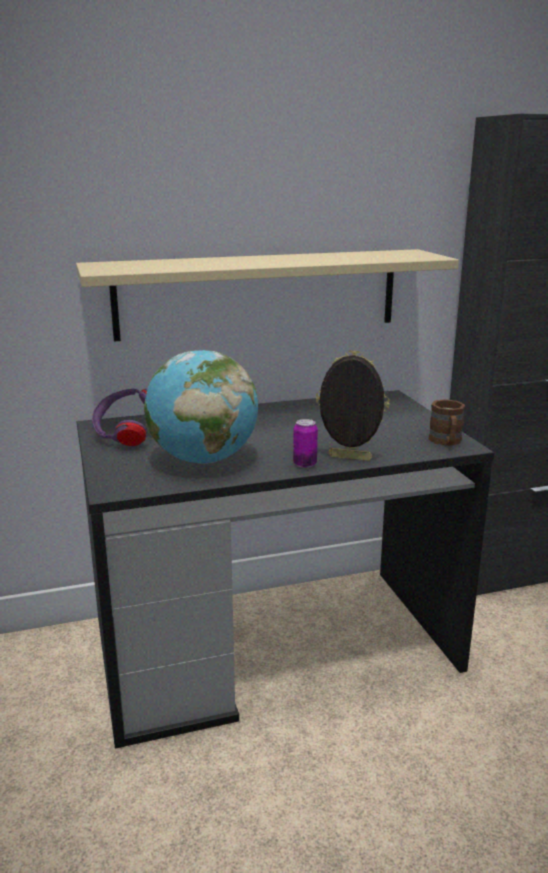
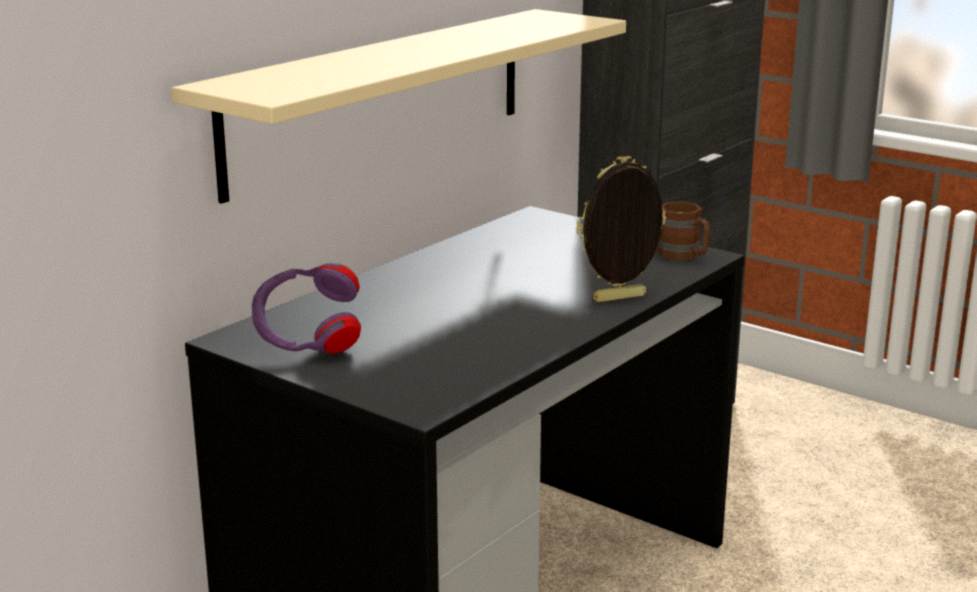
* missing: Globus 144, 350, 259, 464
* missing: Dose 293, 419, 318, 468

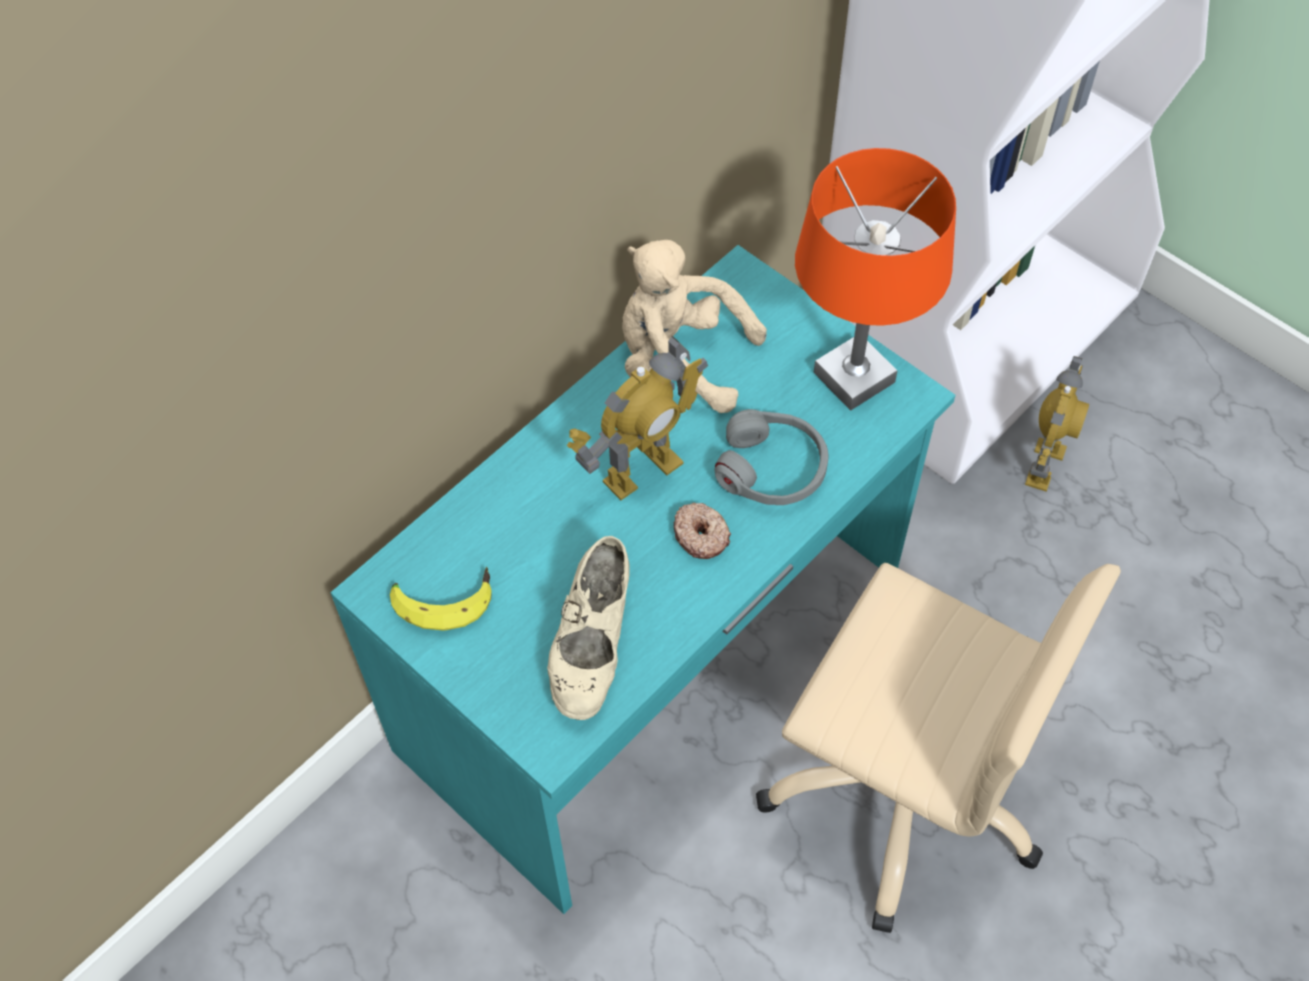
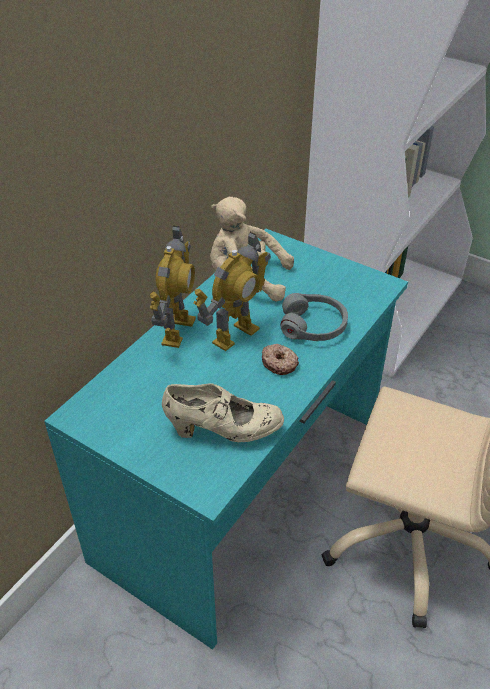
* relocated: Spielzeugroboter 1025, 356, 1089, 492 to 150, 225, 196, 348
* spun: Schuh (beige) 547, 536, 630, 720 = 162, 383, 284, 442 90 degrees counterclockwise
* missing: Banane 390, 567, 492, 631
* missing: Tischlampe (orange) 795, 148, 956, 411

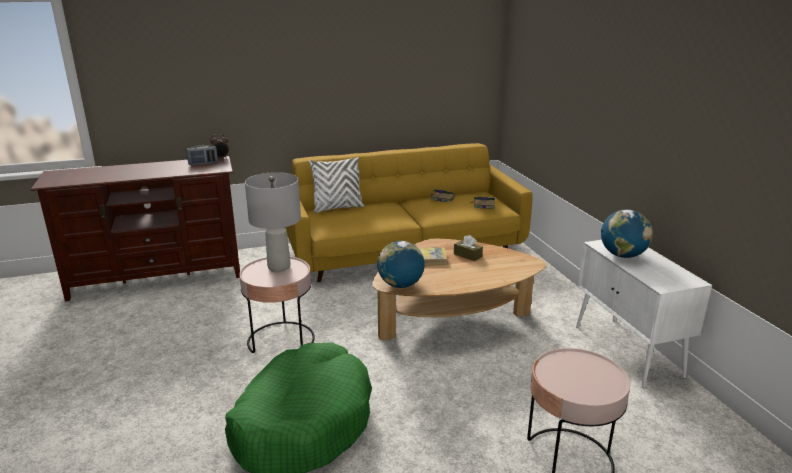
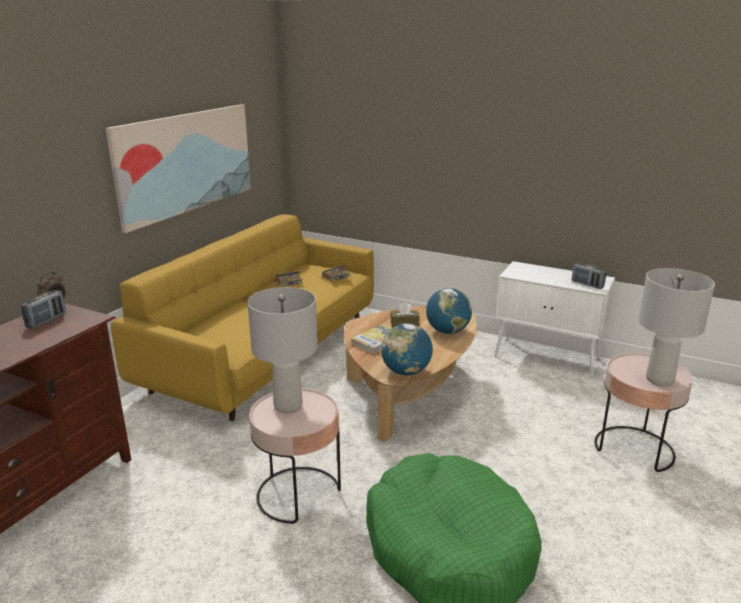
* appeared: Bild 106, 104, 251, 233
* relocated: Globus 601, 210, 653, 258 to 426, 288, 472, 334
* appeared: Radio 572, 263, 606, 289
* appeared: Tischlampe (grau) 638, 268, 715, 386
* missing: Kissen (weiß) 309, 157, 364, 213

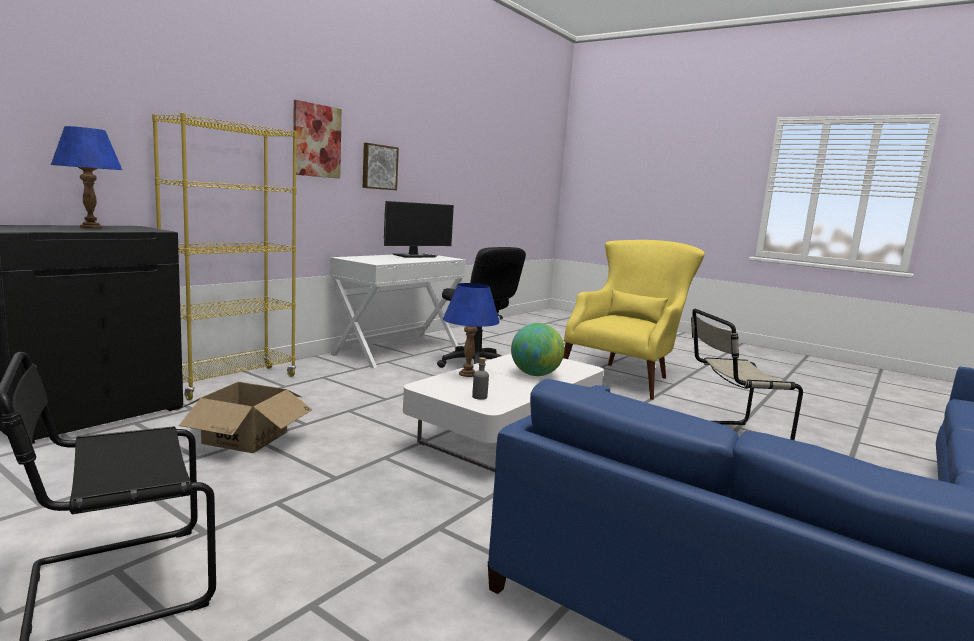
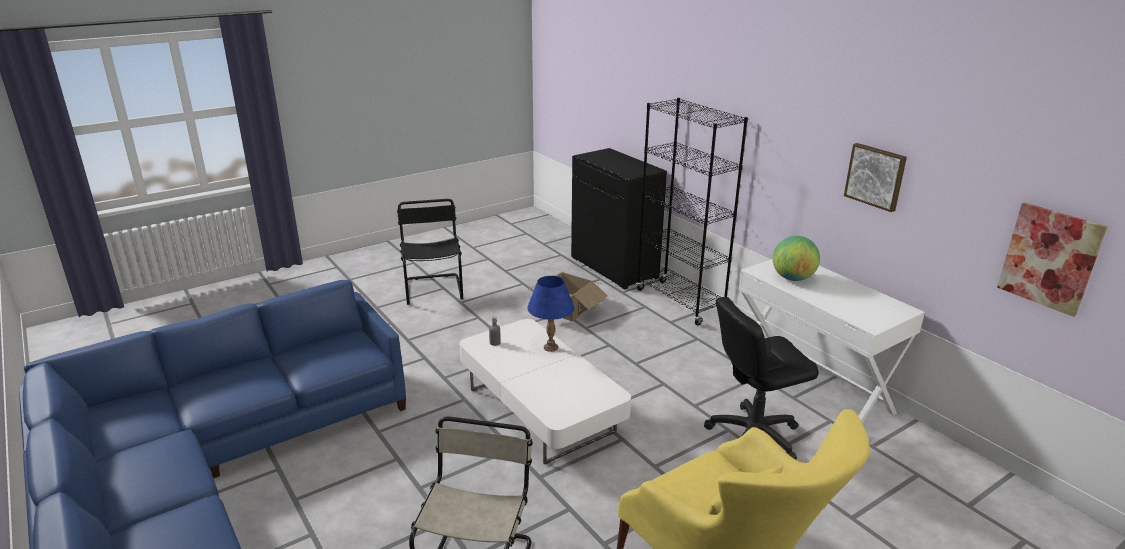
* colour: Bücherregal (gelb) 152, 113, 297, 400 to Bücherregal (schwarz) 636, 98, 748, 325
* relocated: Globus 511, 323, 564, 376 to 773, 236, 820, 281
* relocated: Bild 294, 100, 342, 179 to 997, 202, 1107, 317
* missing: Tischlampe (blau) 51, 126, 122, 228
* missing: Monitor 384, 201, 454, 258

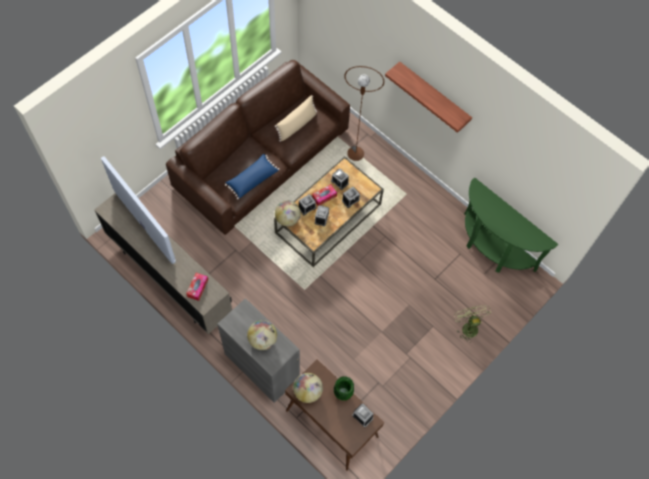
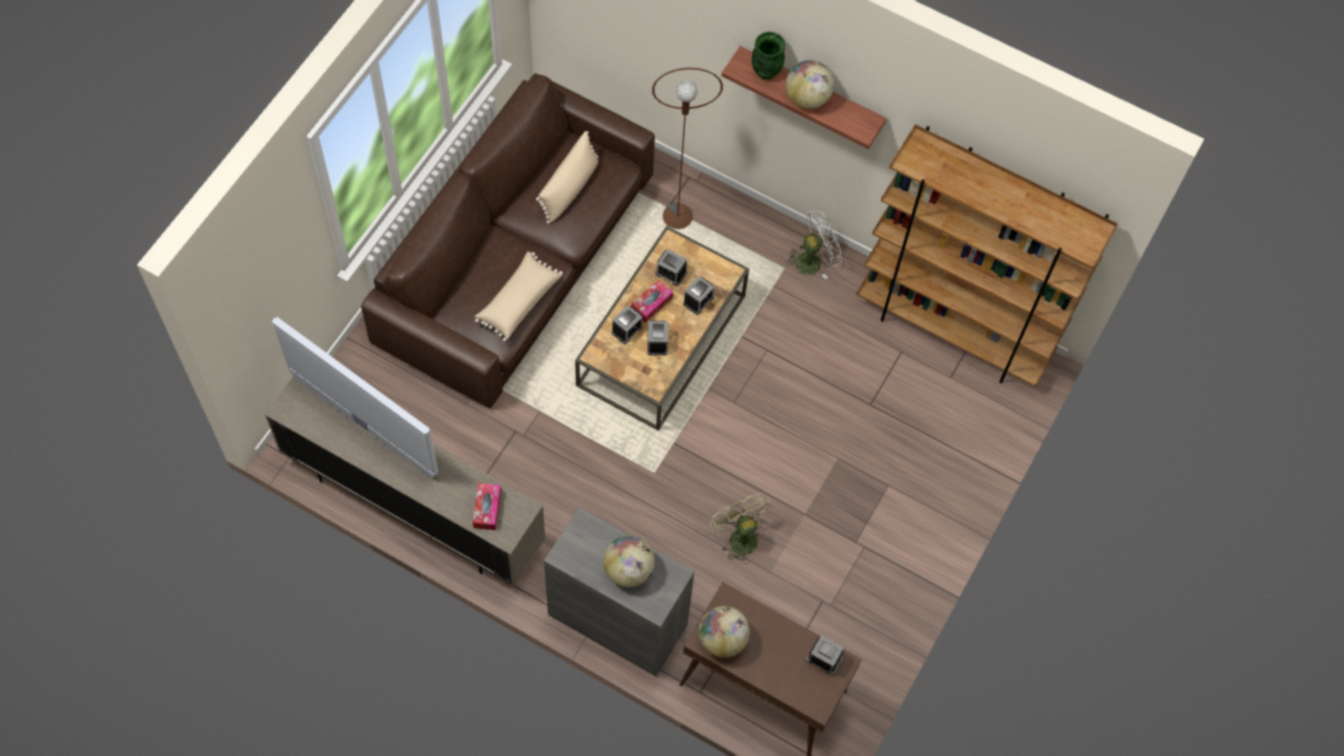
* colour: Kissen (blau) 225, 154, 280, 199 to Kissen (beige) 475, 252, 563, 342
* relocated: Ventilator (grün) 454, 305, 491, 343 to 710, 493, 771, 564
* relocated: Vase (grün) 334, 376, 354, 401 to 752, 32, 785, 80
* relocated: Globus 275, 201, 301, 226 to 785, 60, 834, 109
* appeared: Ventilator (weiß) 786, 210, 842, 279
* exchanged: Konsolentisch (grün) 464, 177, 558, 273 to Bücherregal (braun) 856, 124, 1118, 387

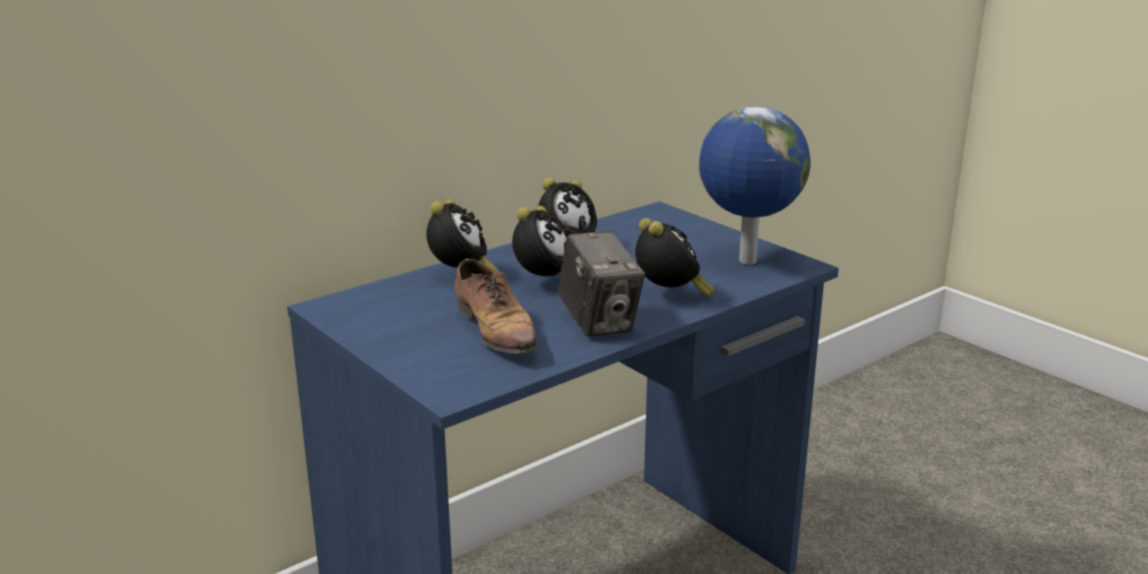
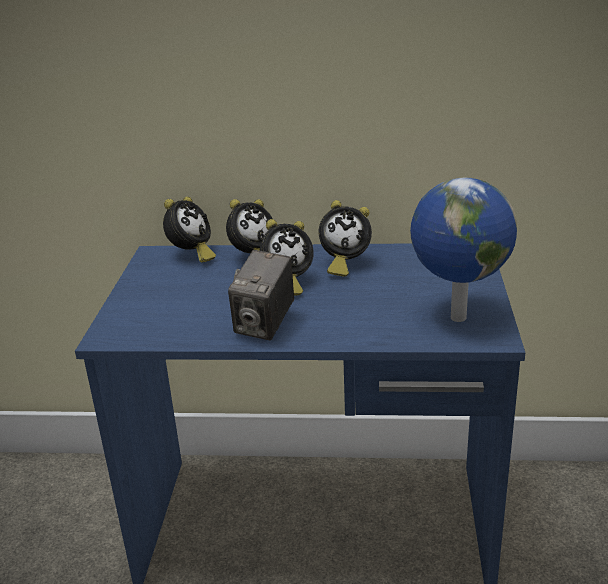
* relocated: Wecker 635, 218, 715, 296 to 163, 197, 216, 263
* missing: Schuh 455, 259, 538, 361

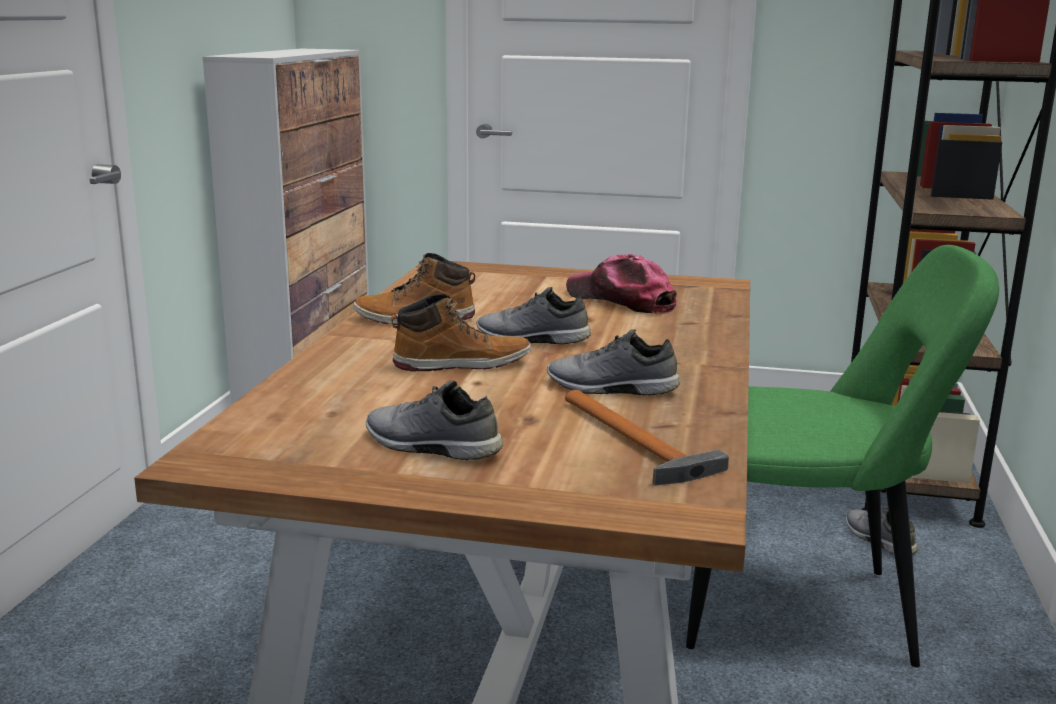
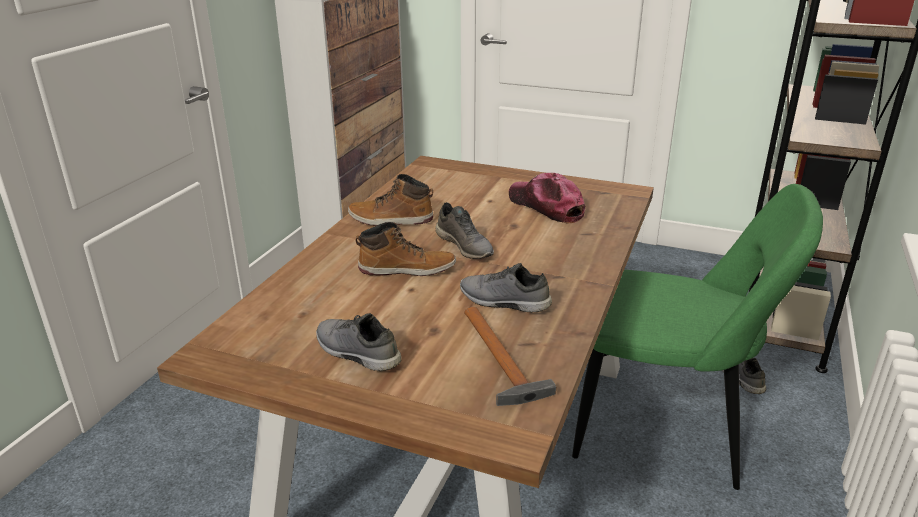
* spun: Schuh (grau) 477, 287, 591, 344 = 435, 202, 494, 259 150 degrees counterclockwise

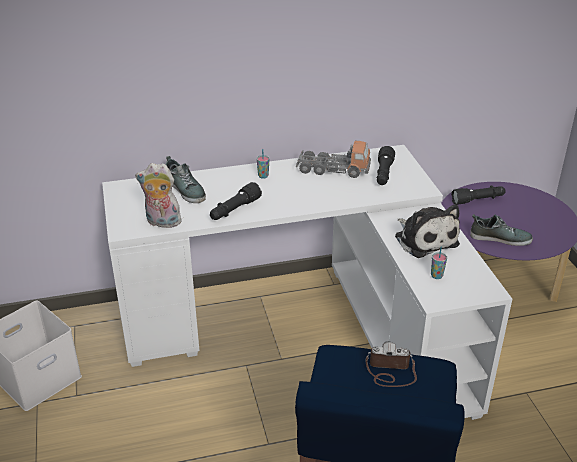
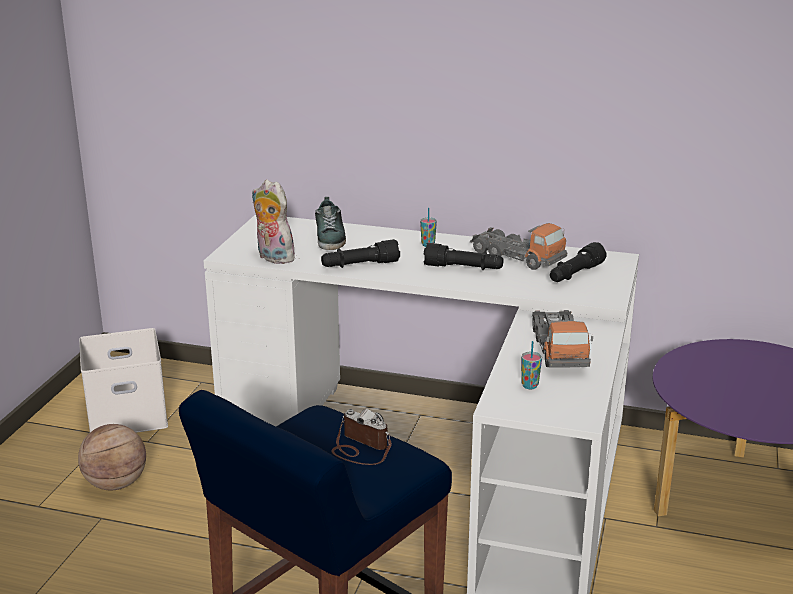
* appeared: Basketball 78, 424, 146, 490
* relocated: Taschenlampe (schwarz) 451, 186, 506, 205 to 423, 243, 503, 270
* exchanged: Plüschtier 395, 204, 460, 258 to Spielzeuglaster 532, 310, 593, 367
* missing: Schuh 470, 214, 533, 246

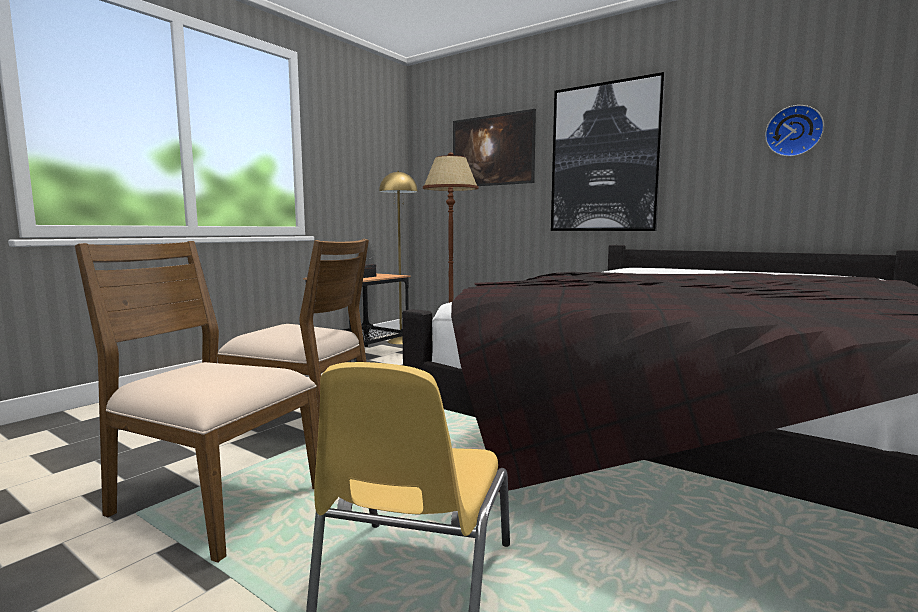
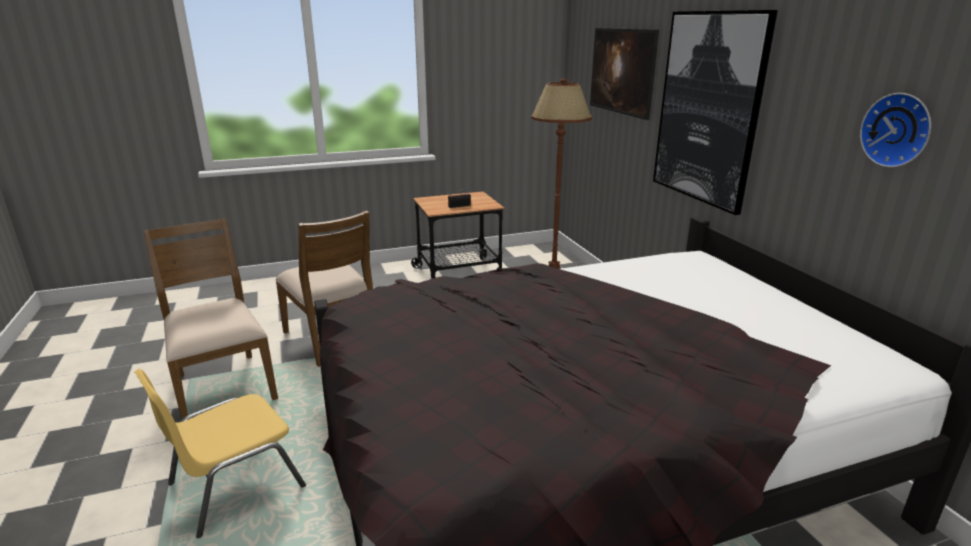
* missing: Stehlampe (gelb) 379, 171, 418, 344

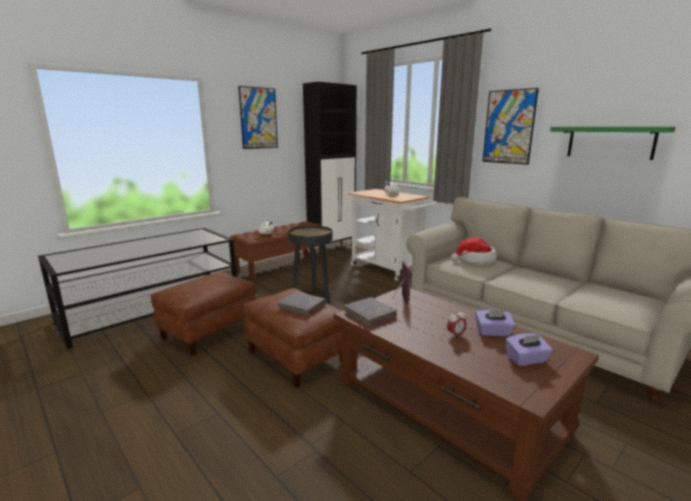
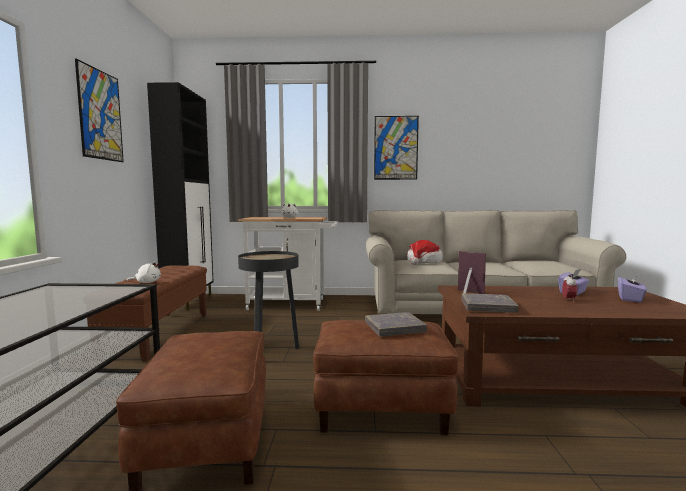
* missing: Wandregal (grün) 550, 127, 676, 160

